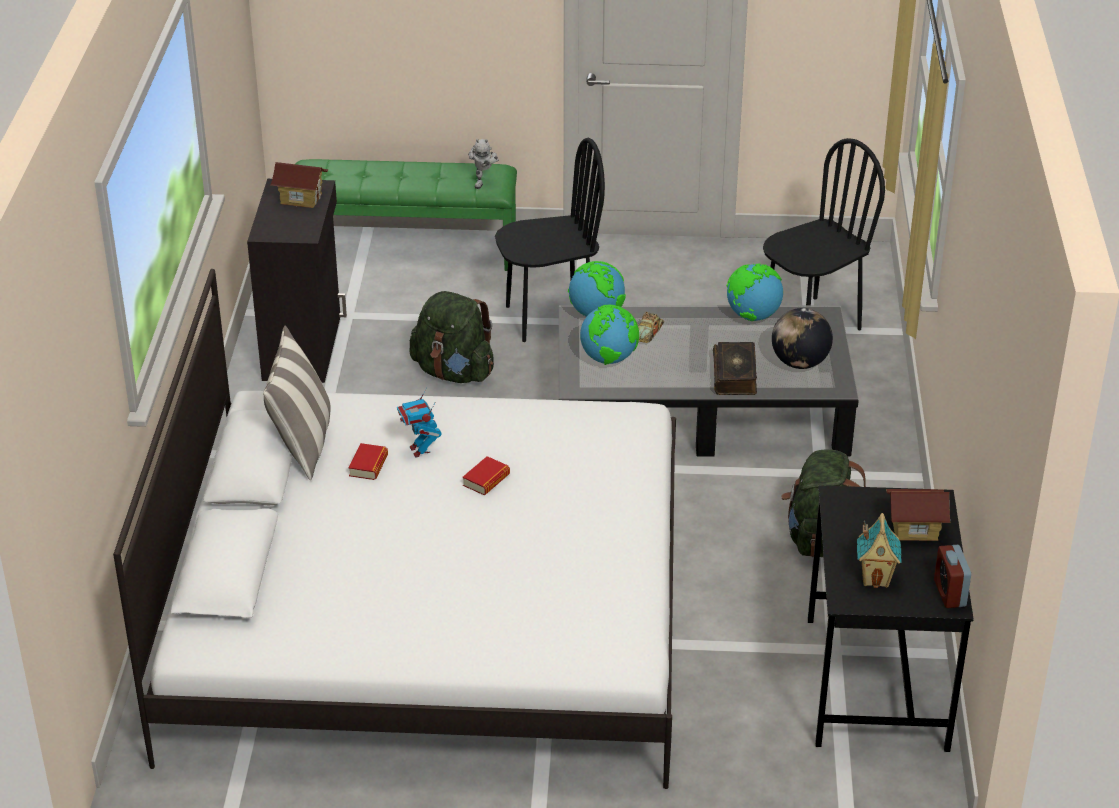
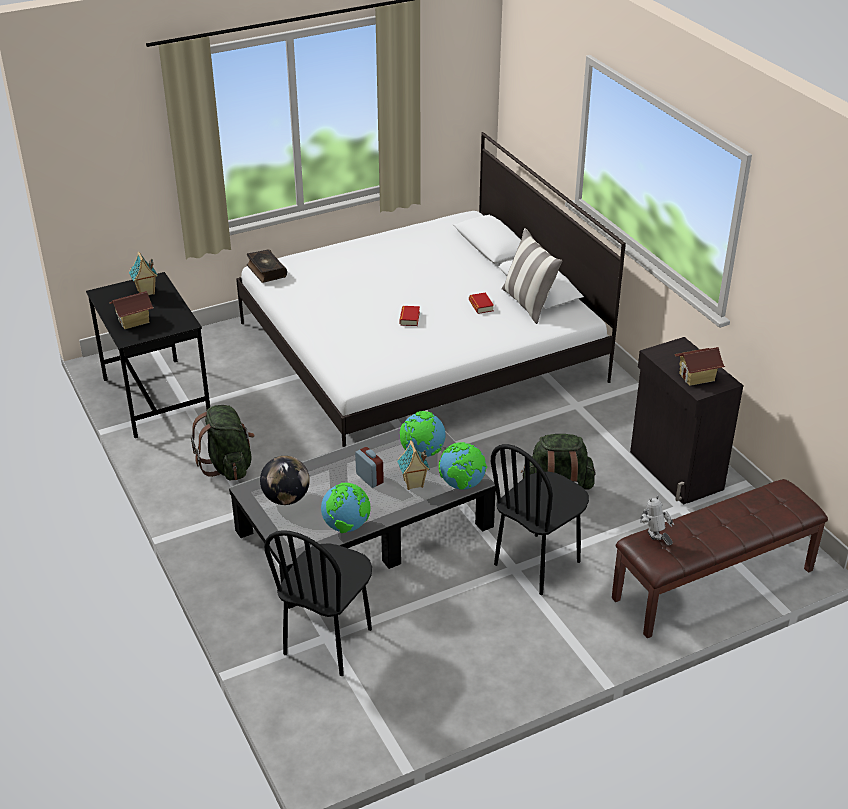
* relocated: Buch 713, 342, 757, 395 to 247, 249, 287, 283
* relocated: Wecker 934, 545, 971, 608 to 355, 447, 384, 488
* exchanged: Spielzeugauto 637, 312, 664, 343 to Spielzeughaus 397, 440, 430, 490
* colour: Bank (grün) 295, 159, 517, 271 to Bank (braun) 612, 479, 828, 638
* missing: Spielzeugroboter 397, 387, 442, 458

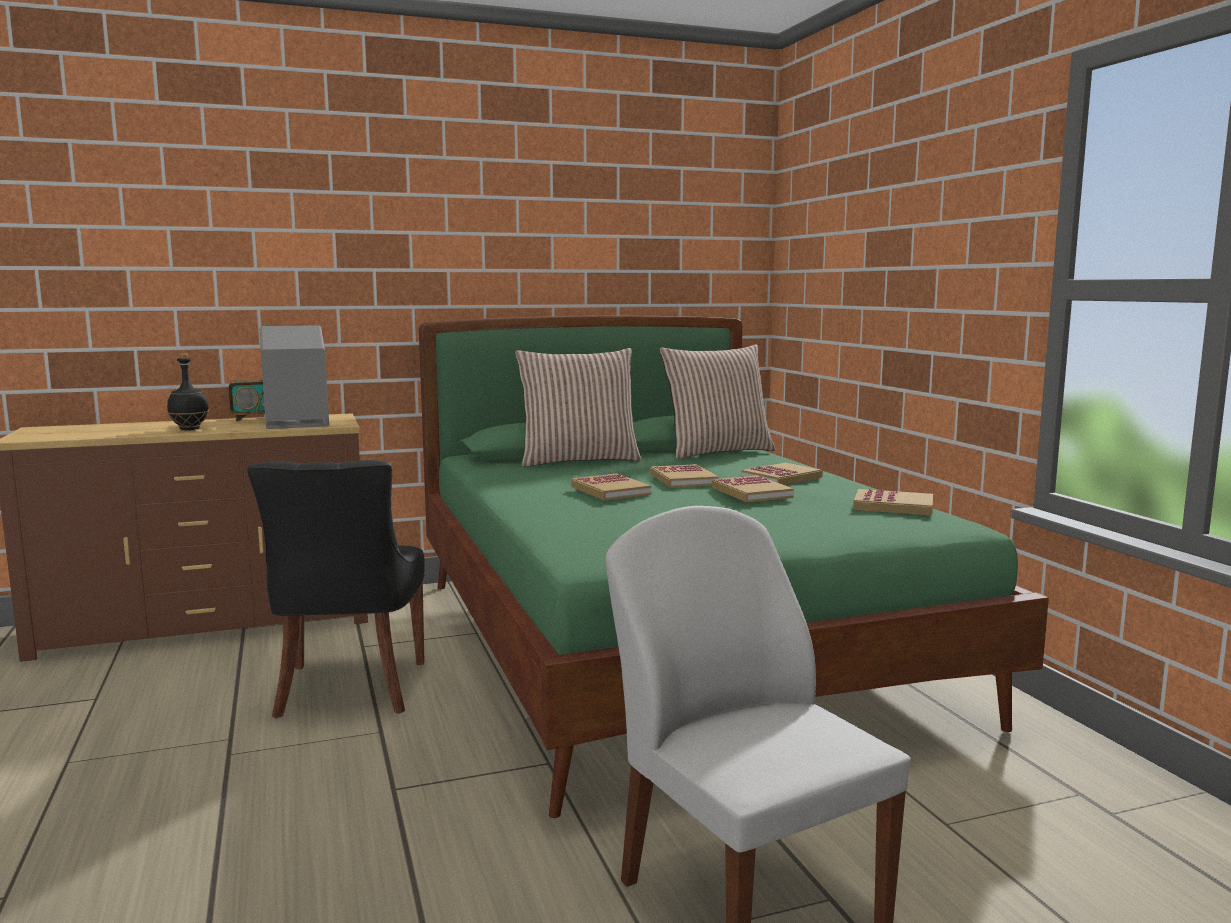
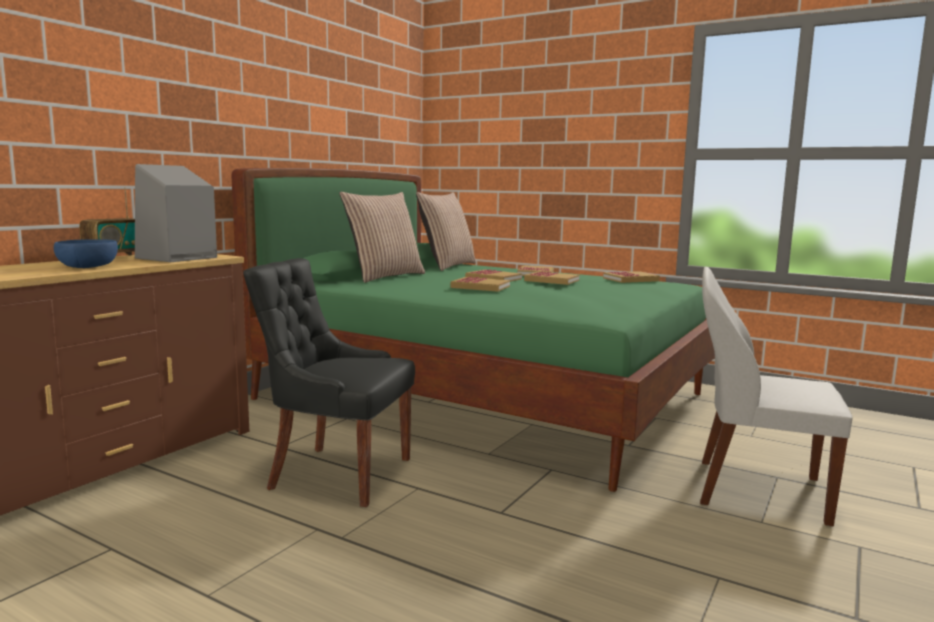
* exchanged: Flasche (schwarz) 167, 354, 209, 430 to Schüssel (blau) 54, 239, 118, 268
* spun: Stuhl (schwarz) 247, 460, 425, 719 = 243, 258, 415, 507 150 degrees clockwise

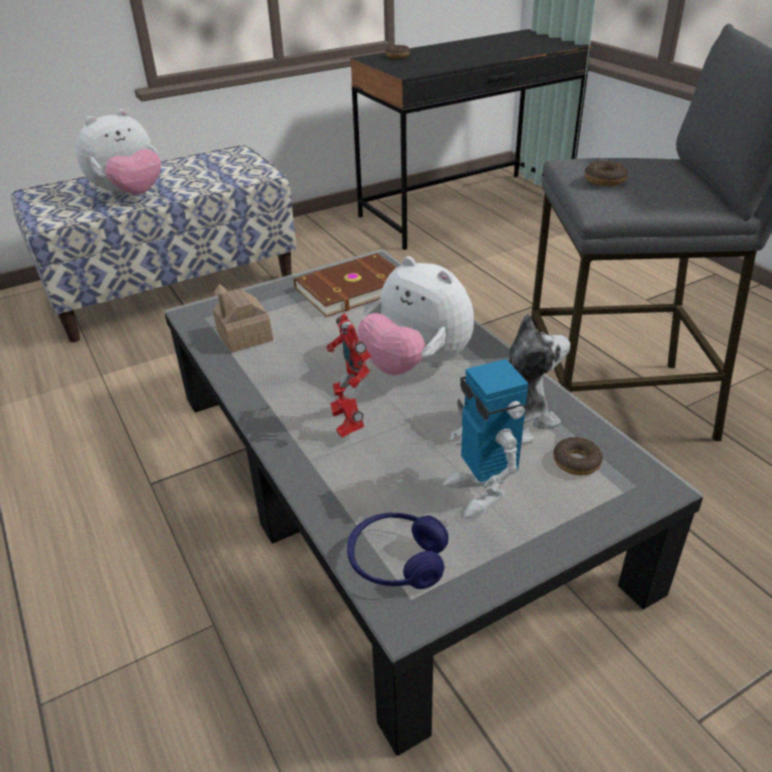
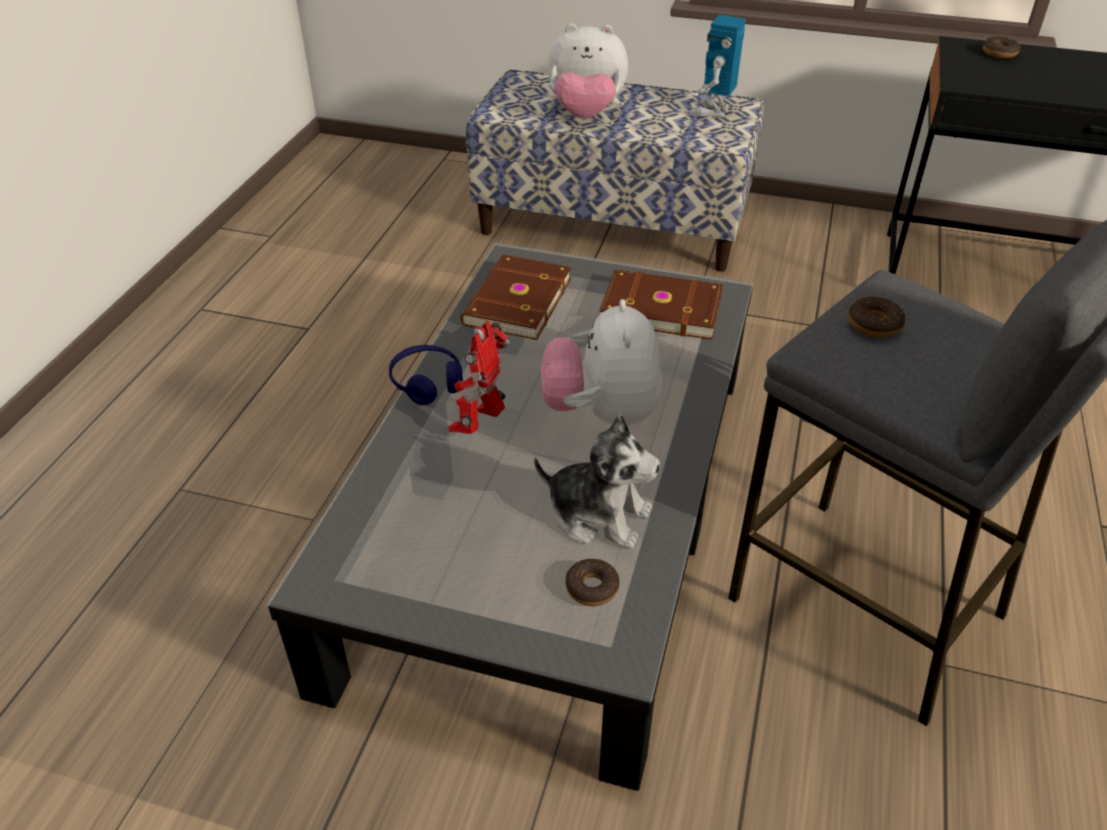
* relocated: Kopfhörer (blau) 347, 512, 448, 589 to 389, 345, 463, 405
* exchanged: Spielzeughaus 213, 284, 273, 353 to Buch (braun) 461, 255, 572, 340
* relocated: Spielzeugroboter 443, 359, 529, 519 to 690, 15, 746, 117

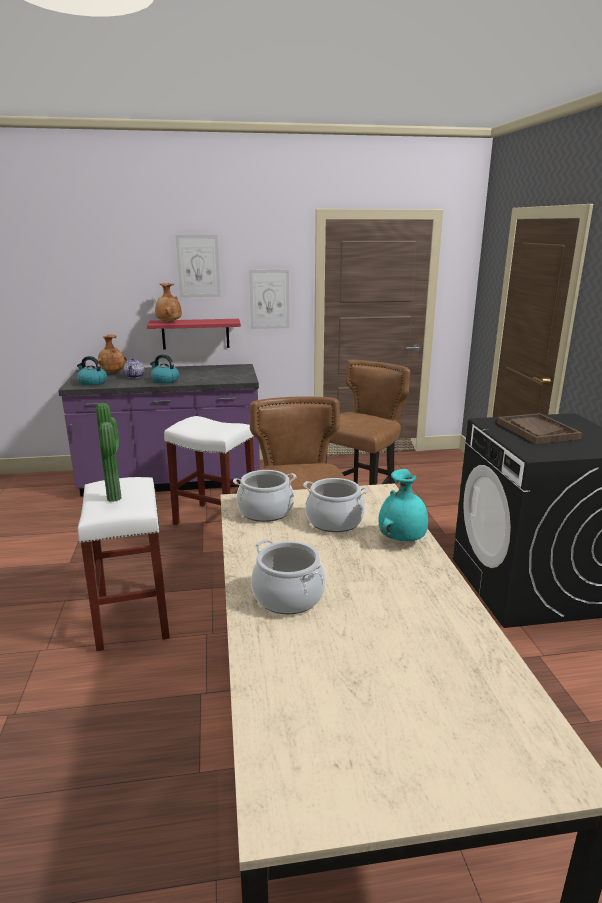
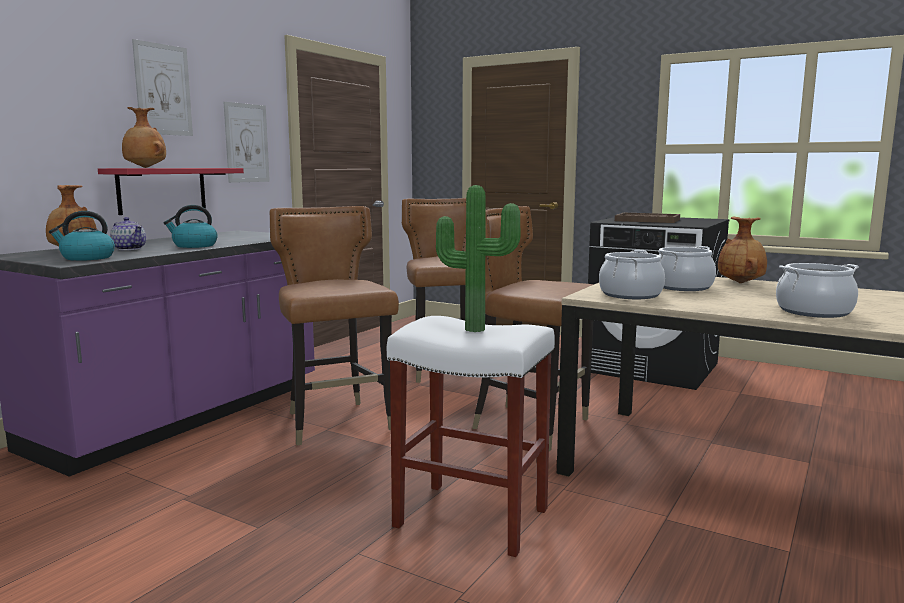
* exchanged: Hocker (weiß) 164, 416, 254, 525 to Stuhl (braun) 270, 206, 399, 445
* colour: Vase (türkis) 379, 469, 428, 541 to Vase (braun) 718, 217, 767, 283

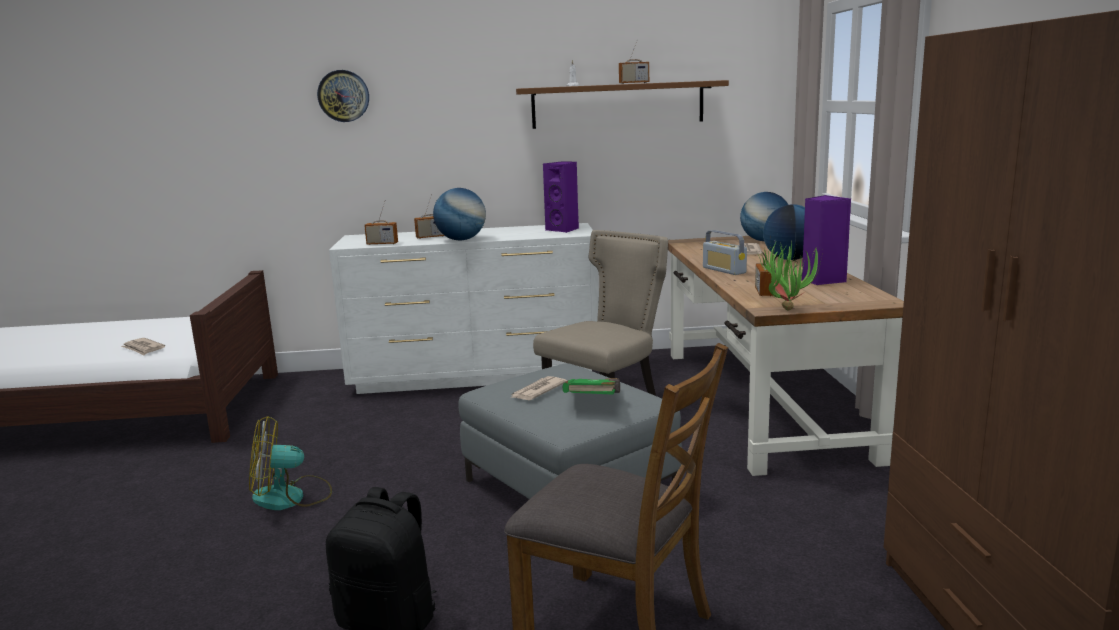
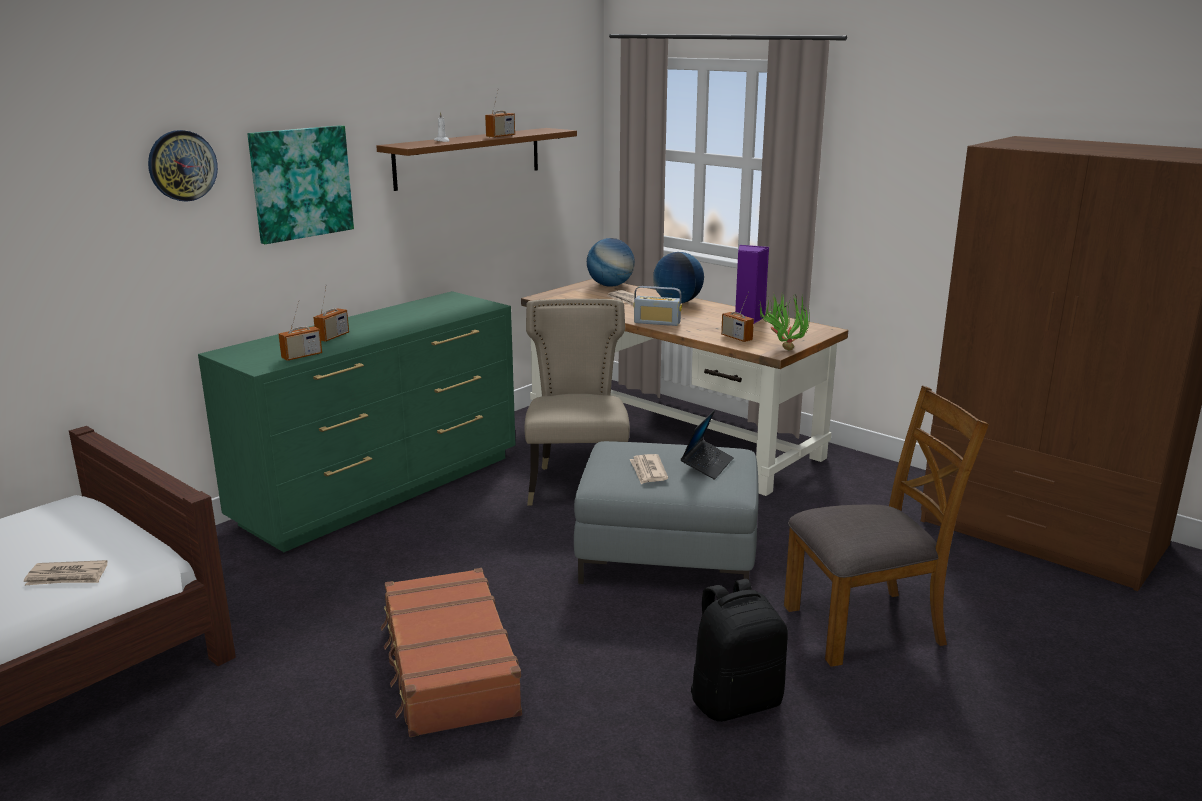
* colour: Kommode (weiß) 329, 223, 599, 394 to Kommode (grün) 198, 291, 516, 552
* appeared: Bild 248, 125, 354, 244
* exchanged: Ventilator 249, 416, 332, 510 to Koffer (braun) 381, 568, 522, 737
* exchanged: Buch (grün) 562, 378, 620, 395 to Laptop 681, 410, 734, 480
* missing: Globus 433, 188, 486, 241
* missing: Lautsprecher (lila) 543, 161, 579, 233

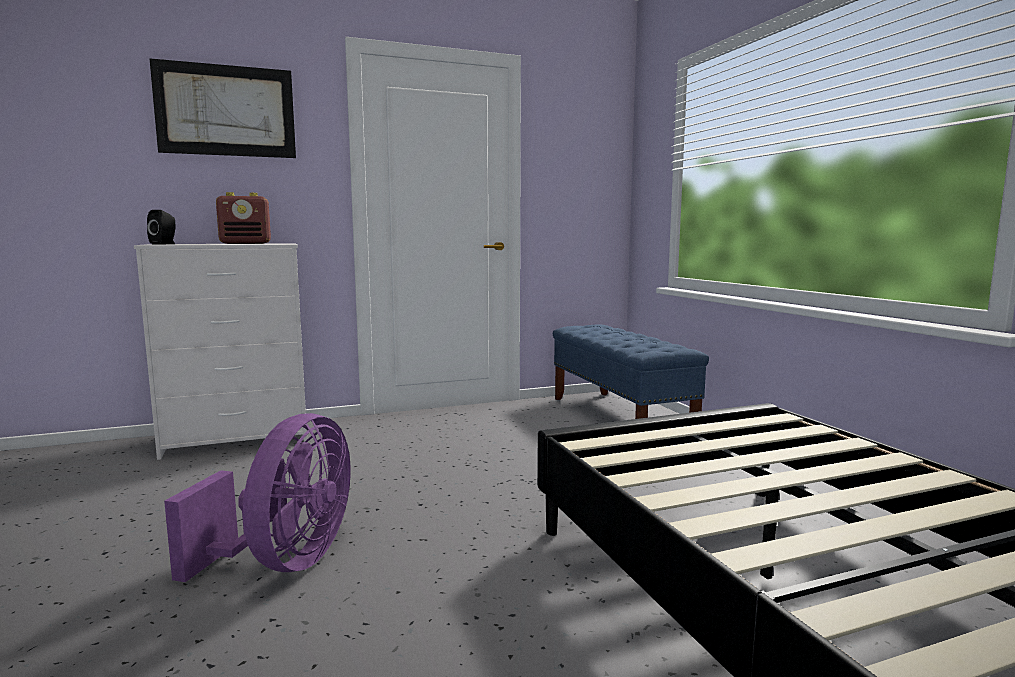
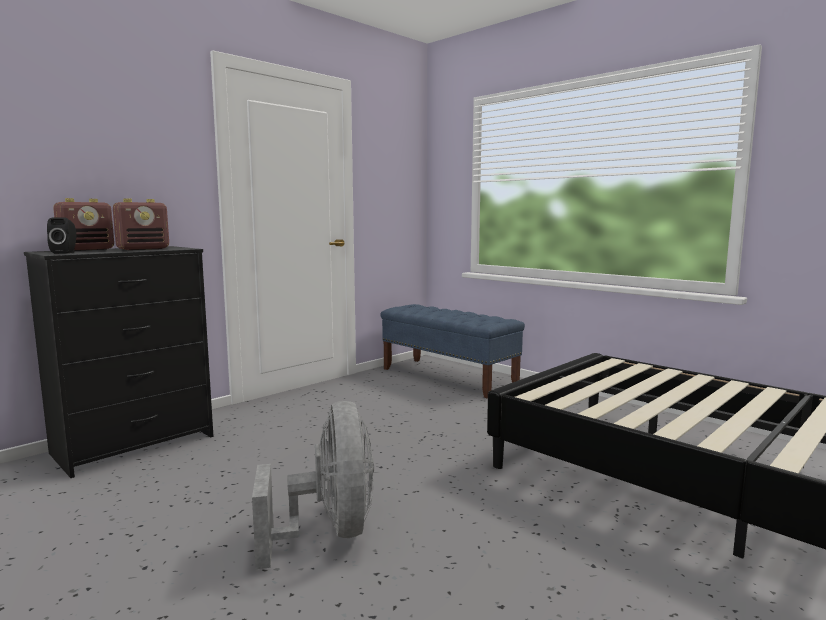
* colour: Kommode (weiß) 134, 243, 307, 460 to Kommode (schwarz) 24, 246, 214, 478
* appeared: Radio 53, 198, 114, 251
* colour: Ventilator (lila) 164, 413, 350, 582 to Ventilator (grau) 252, 401, 374, 569
* missing: Bild 149, 58, 296, 158

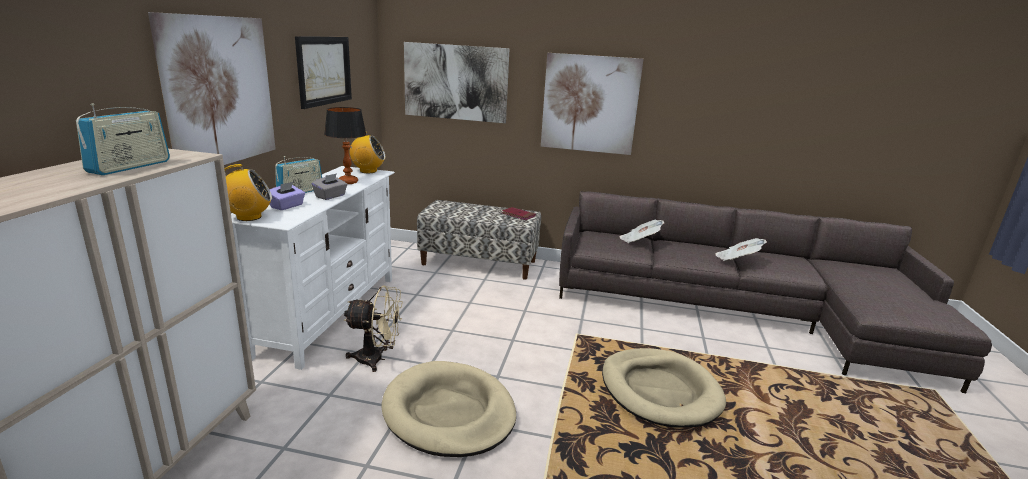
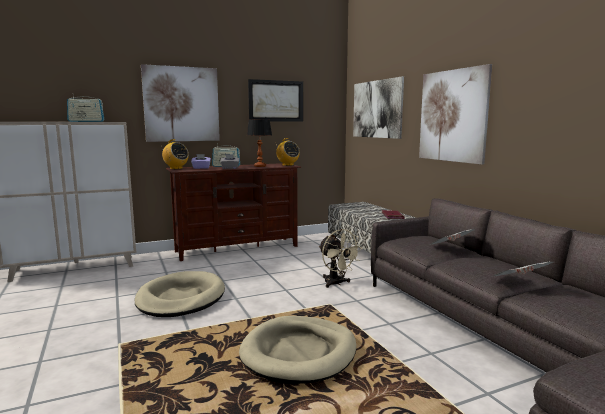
* colour: Fernsehschrank (weiß) 231, 166, 395, 370 to Fernsehschrank (braun) 166, 163, 301, 261
* relocated: Ventilator (beige) 344, 285, 403, 372 to 319, 229, 363, 288

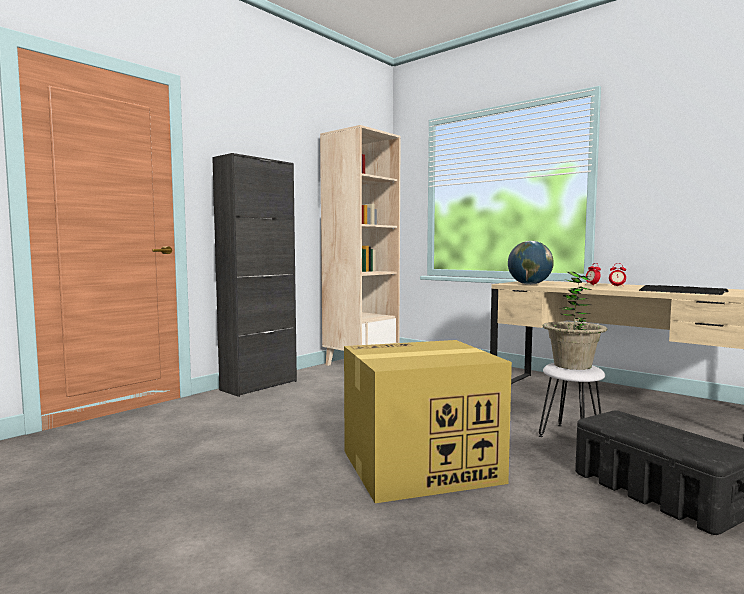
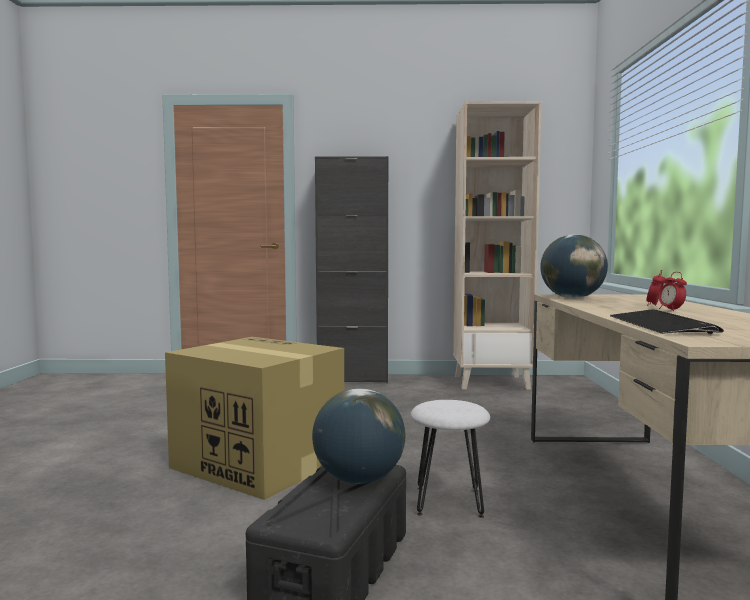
* appeared: Globus 312, 388, 405, 484
* missing: Topfpflanze 543, 272, 607, 370

